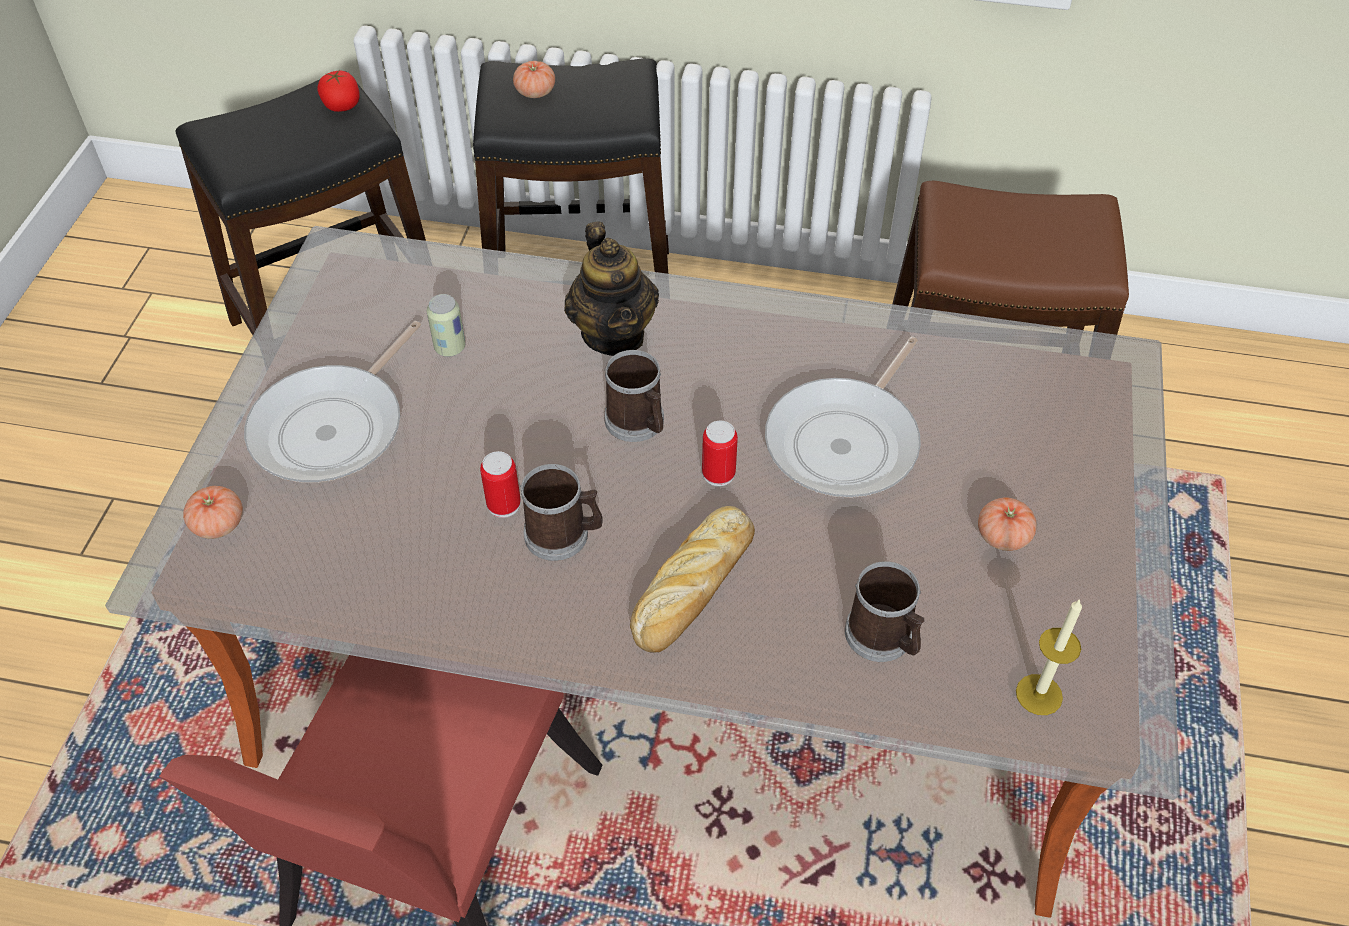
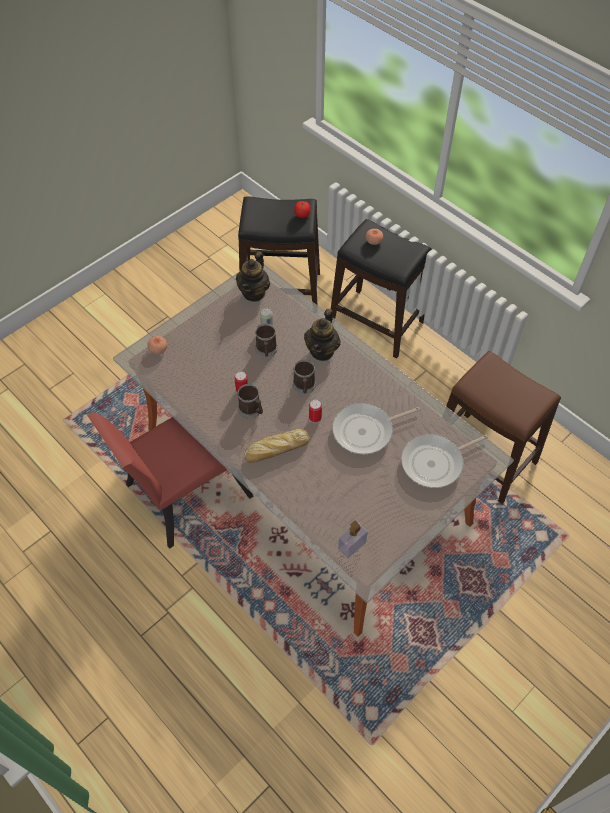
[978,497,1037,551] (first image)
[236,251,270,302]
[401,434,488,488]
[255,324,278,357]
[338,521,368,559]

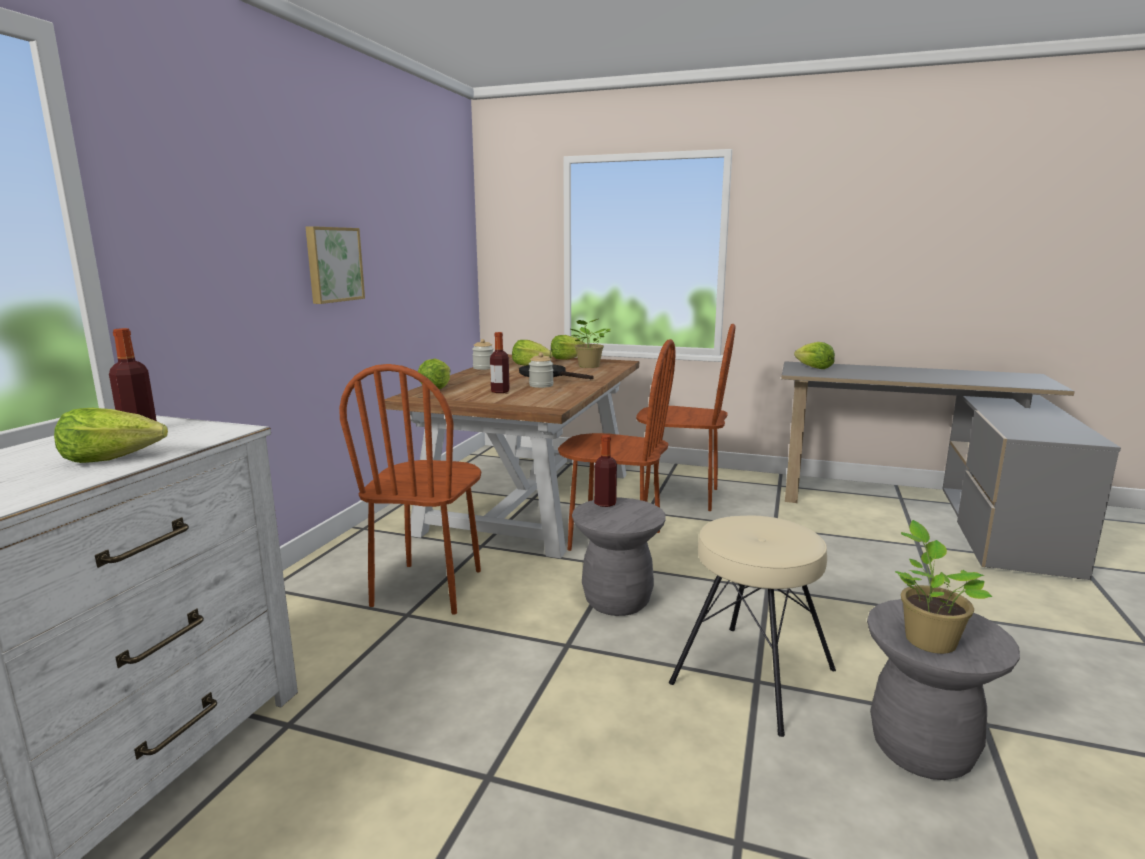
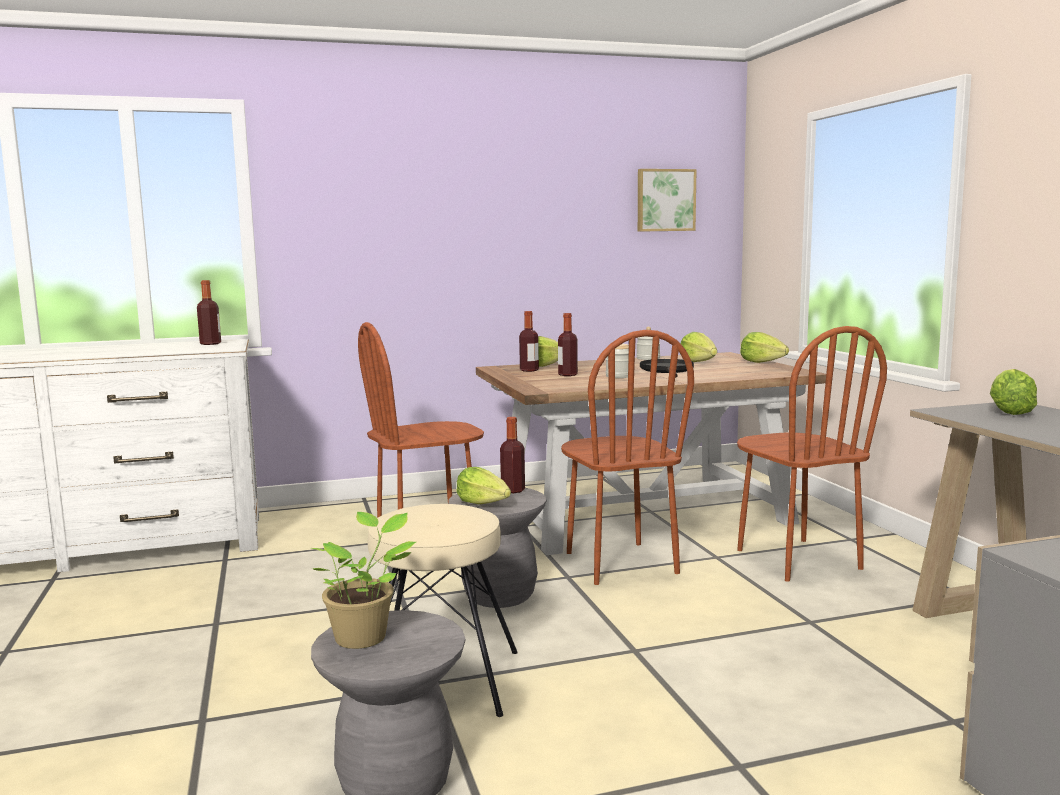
[570,319,611,368] (first image)
[519,311,539,372]
[456,467,511,504]
[638,169,697,232]

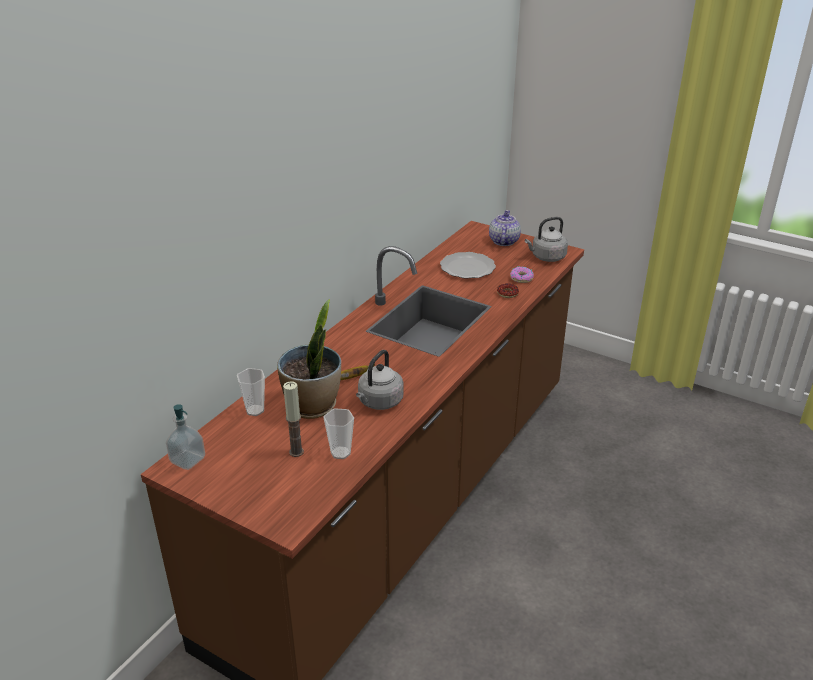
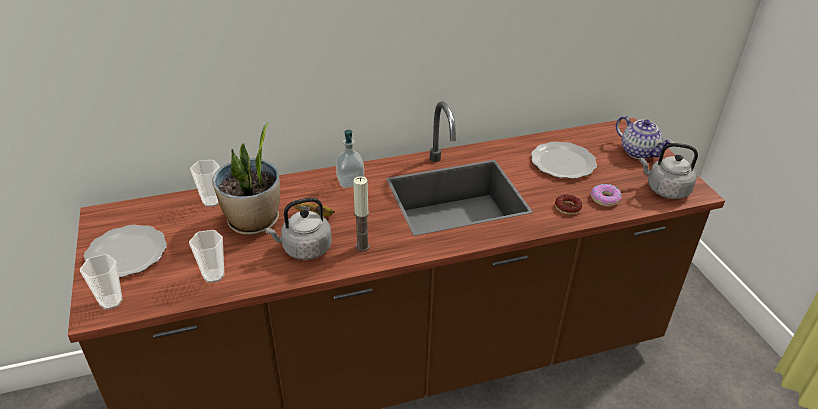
[80,254,123,310]
[84,225,167,278]
[336,130,364,188]
[353,176,370,252]
[616,116,674,159]

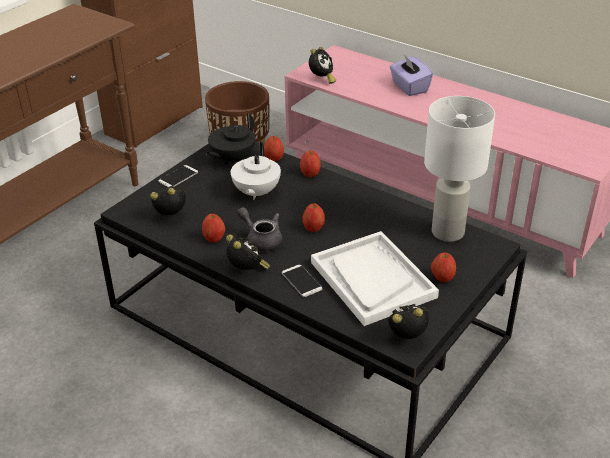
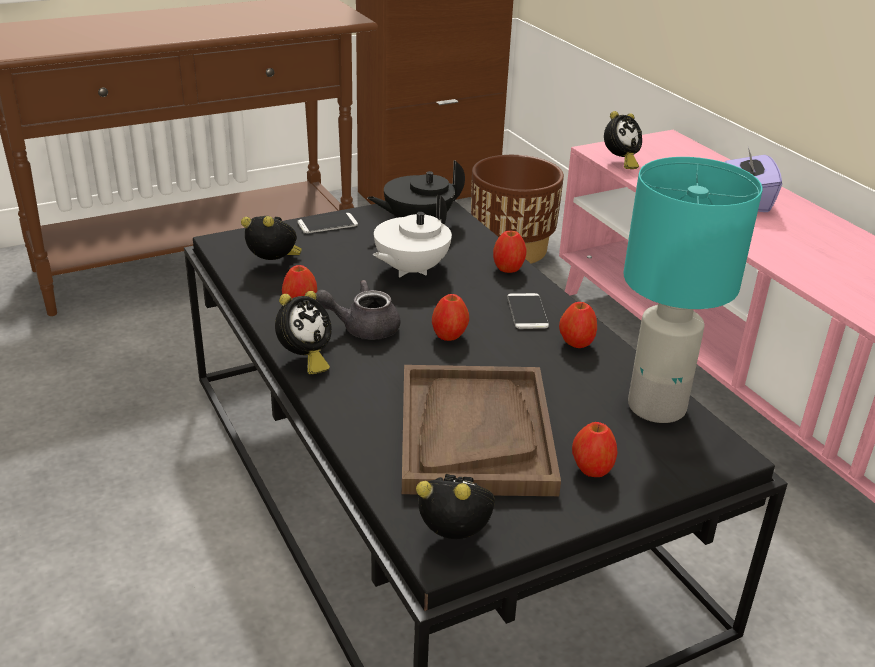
[559,302,597,348]
[507,293,549,329]
[402,365,561,496]
[624,157,763,423]
[275,291,332,374]
[316,280,401,340]

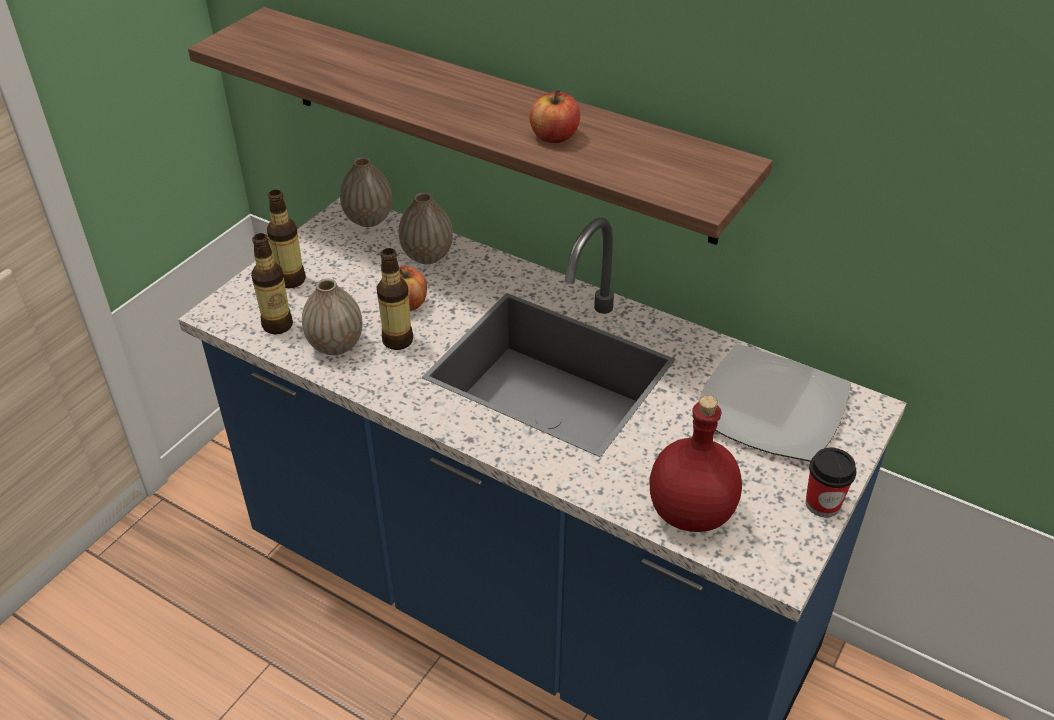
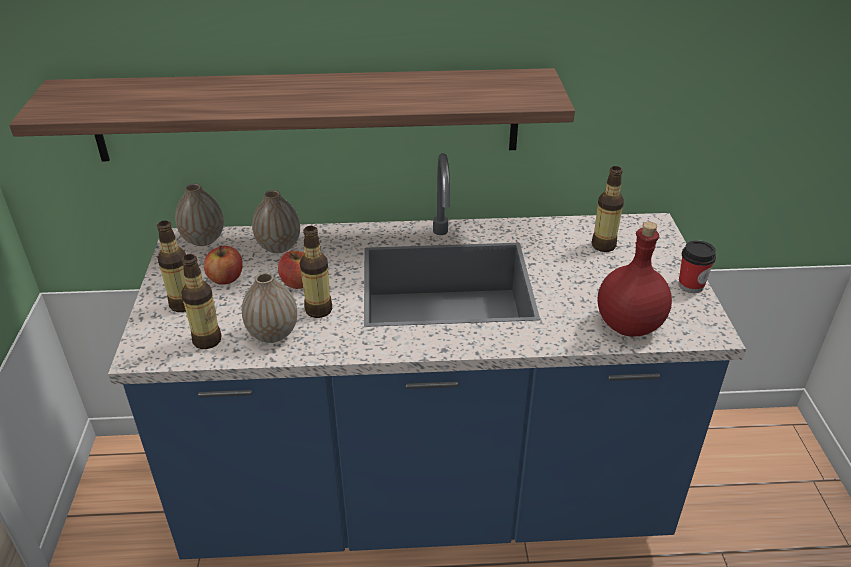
[204,246,243,285]
[591,166,624,252]

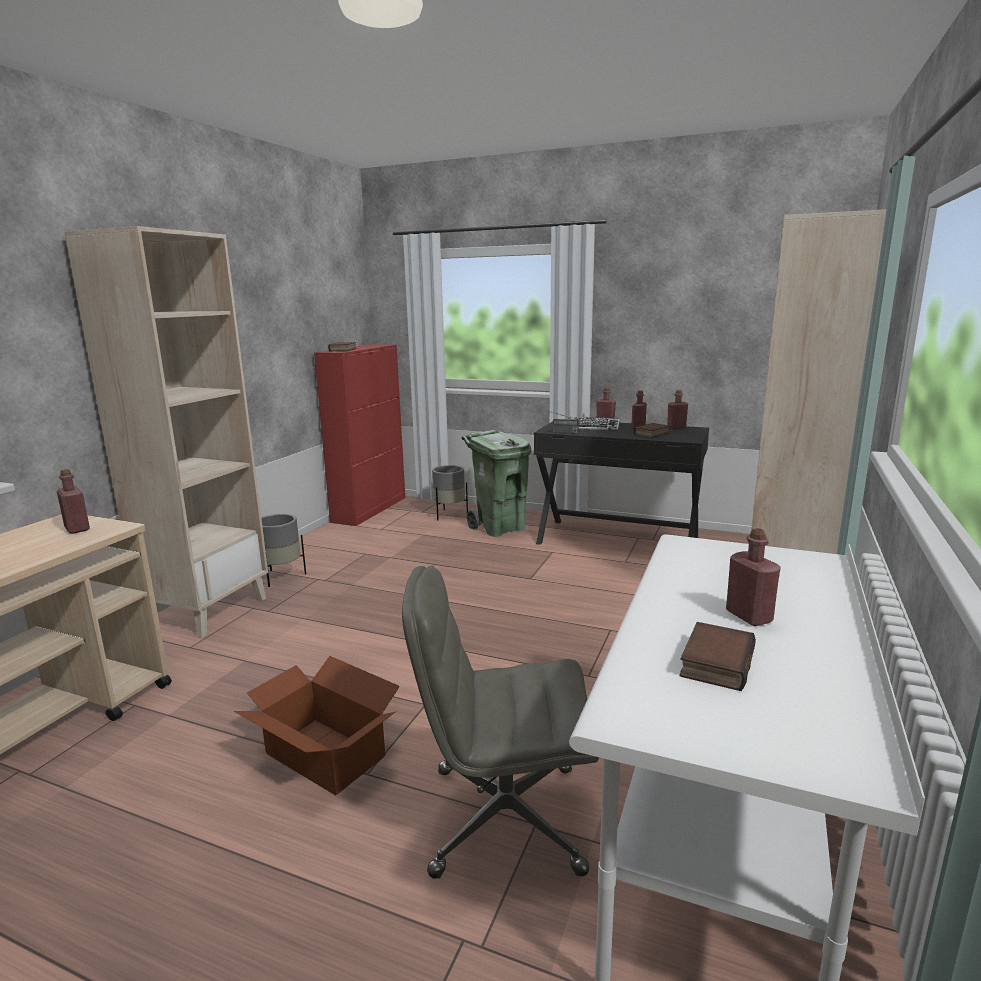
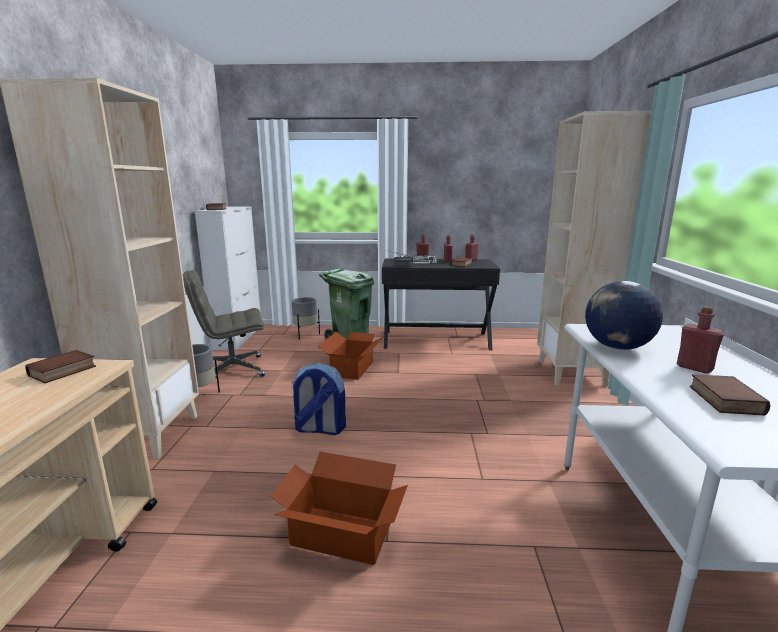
[291,363,346,435]
[318,332,383,380]
[585,281,663,350]
[183,270,265,377]
[25,350,96,383]
[195,206,261,350]

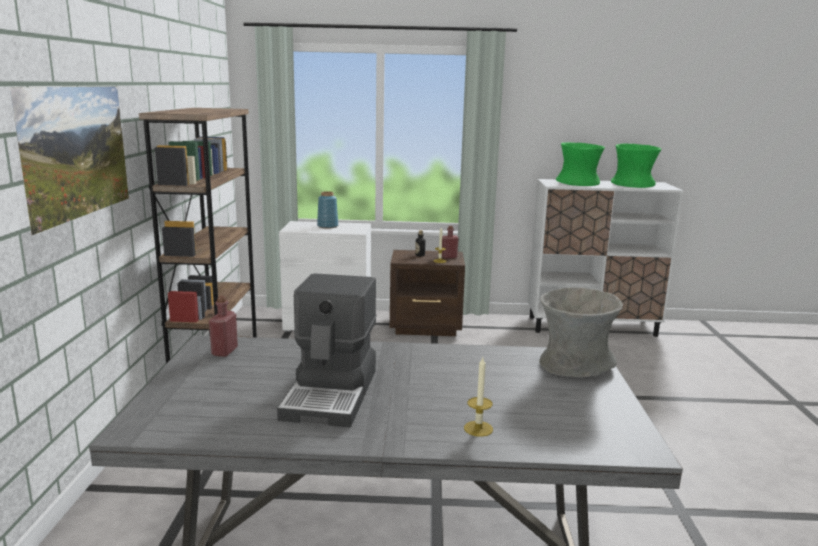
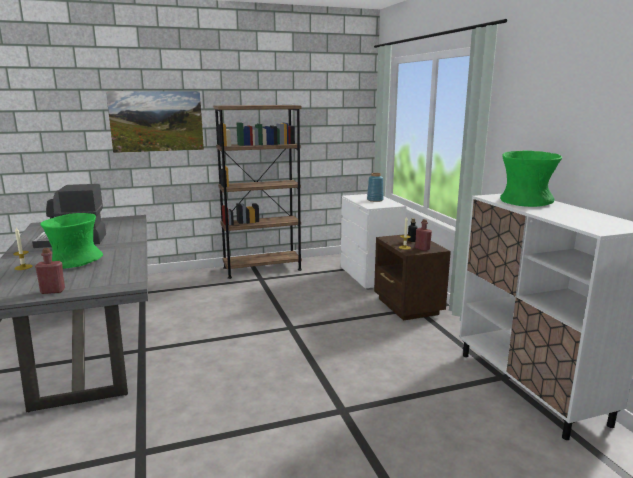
[539,287,623,377] (first image)
[35,248,65,294]
[40,213,103,269]

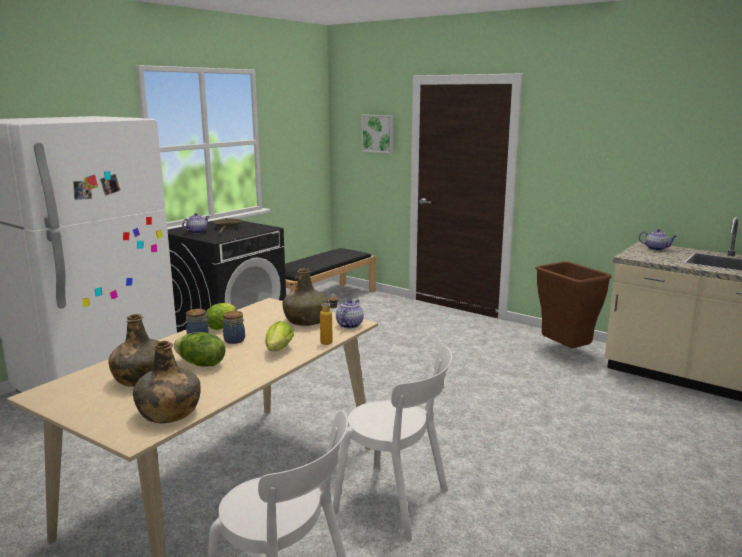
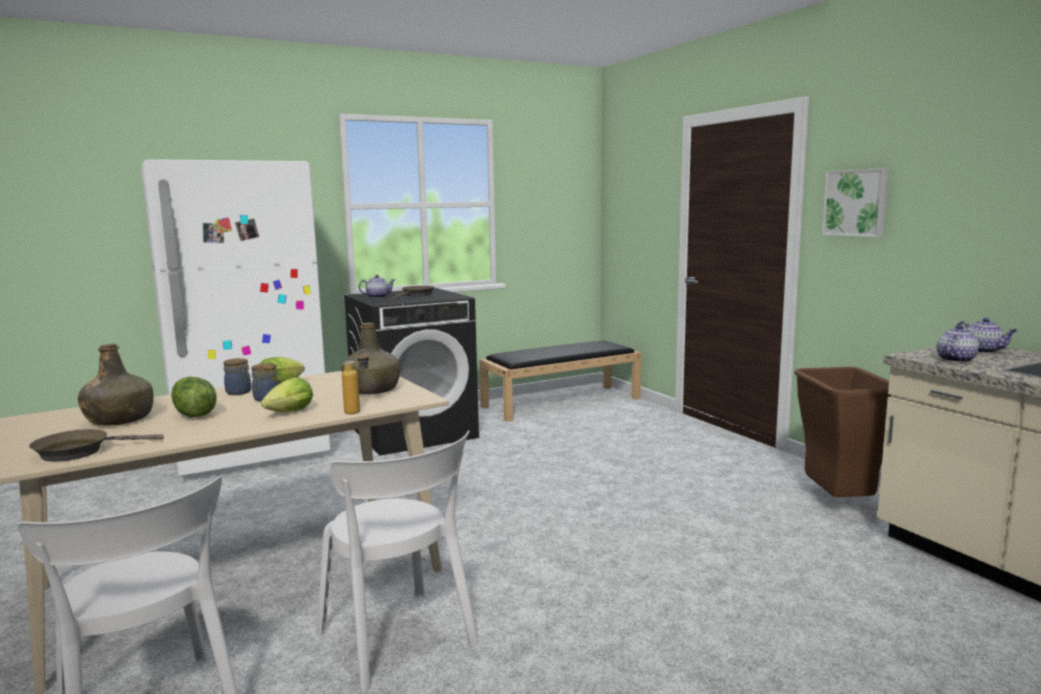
[937,325,979,363]
[822,168,889,237]
[29,429,164,462]

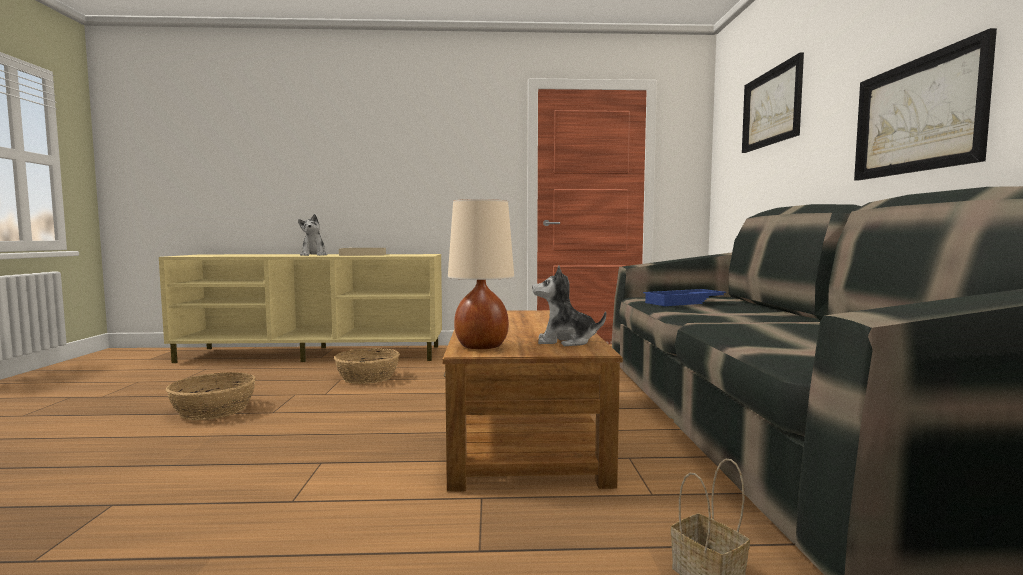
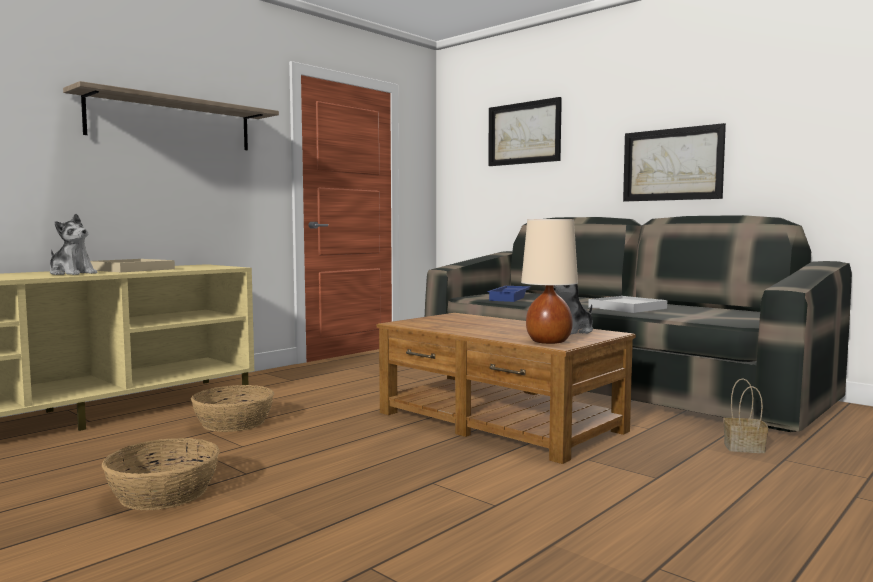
[63,81,279,150]
[588,296,667,313]

